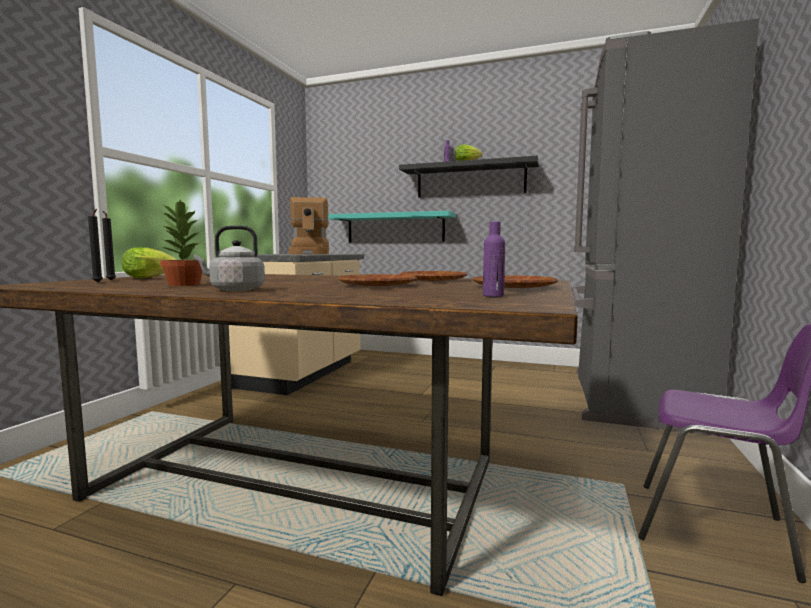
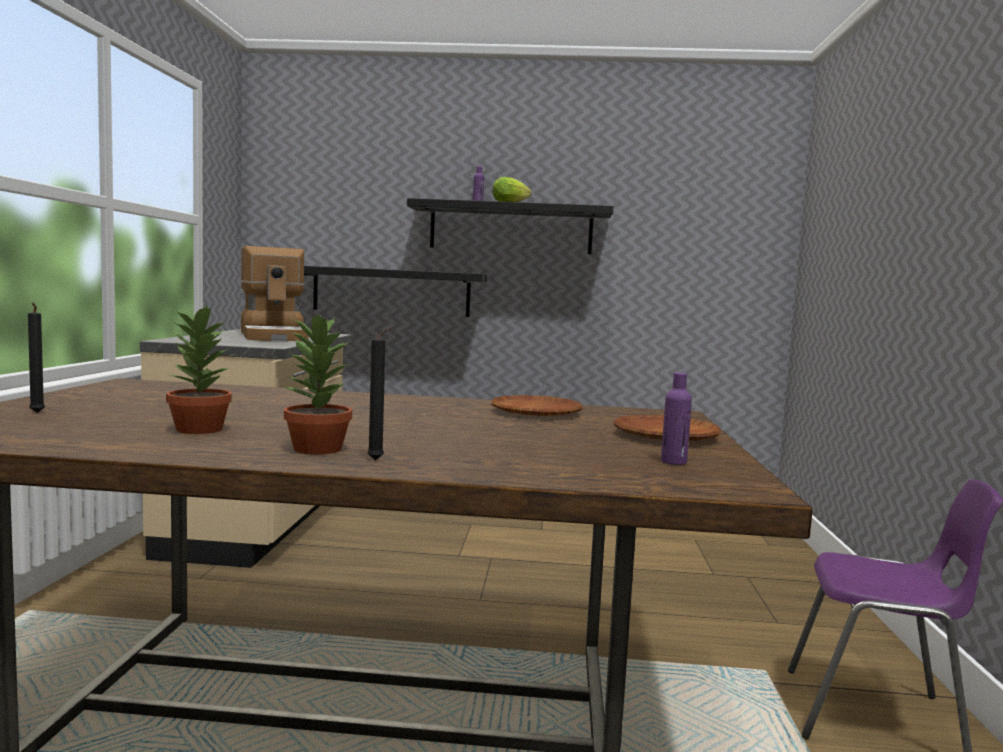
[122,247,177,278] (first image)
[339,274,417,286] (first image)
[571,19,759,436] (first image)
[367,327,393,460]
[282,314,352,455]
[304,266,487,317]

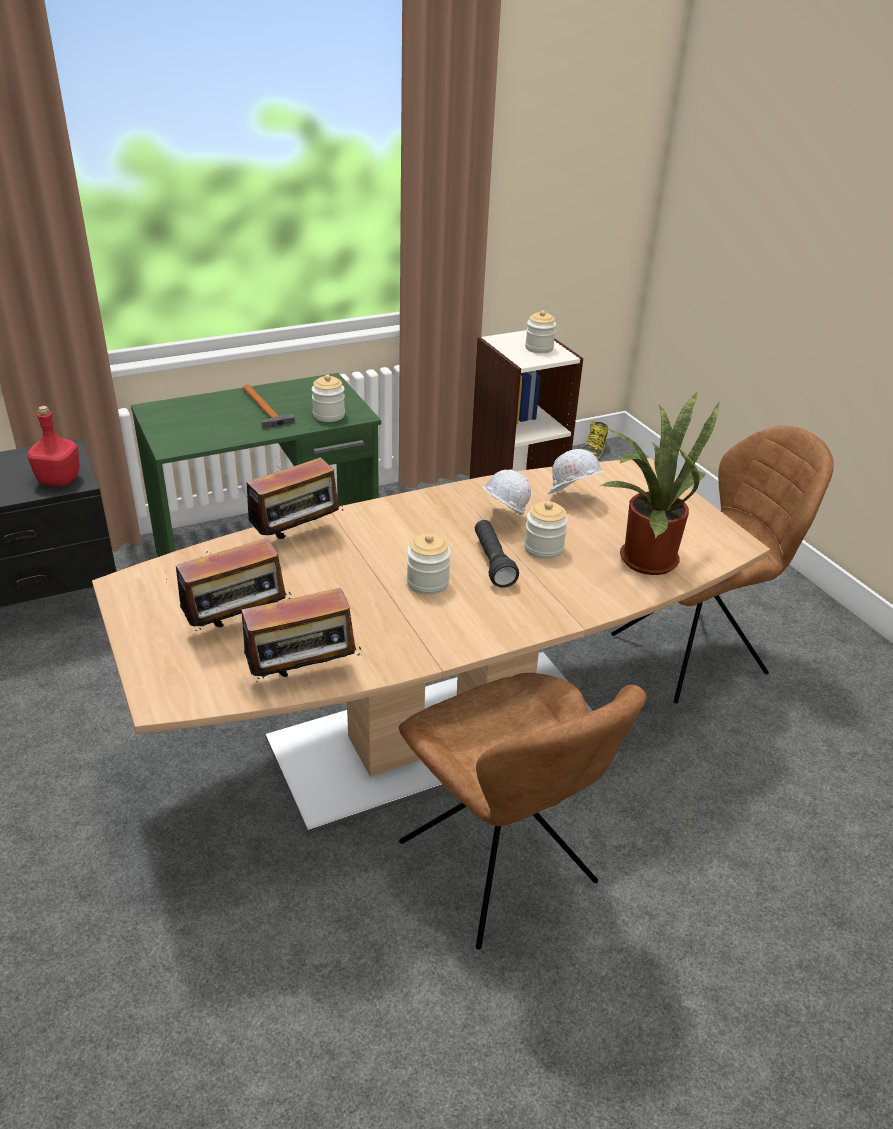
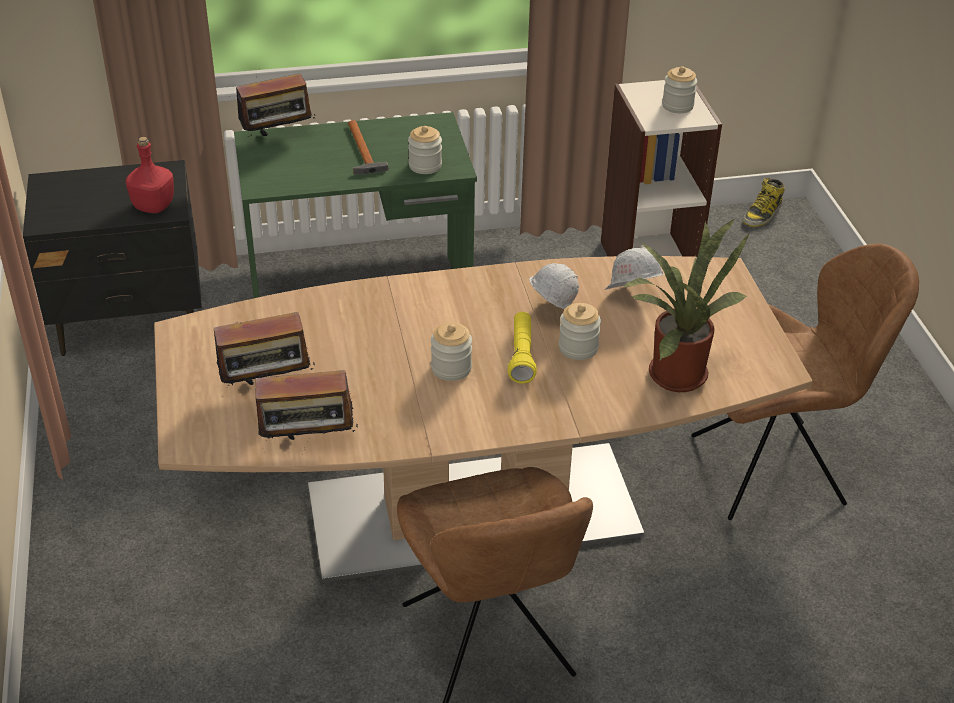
[236,73,315,137]
[508,312,537,384]

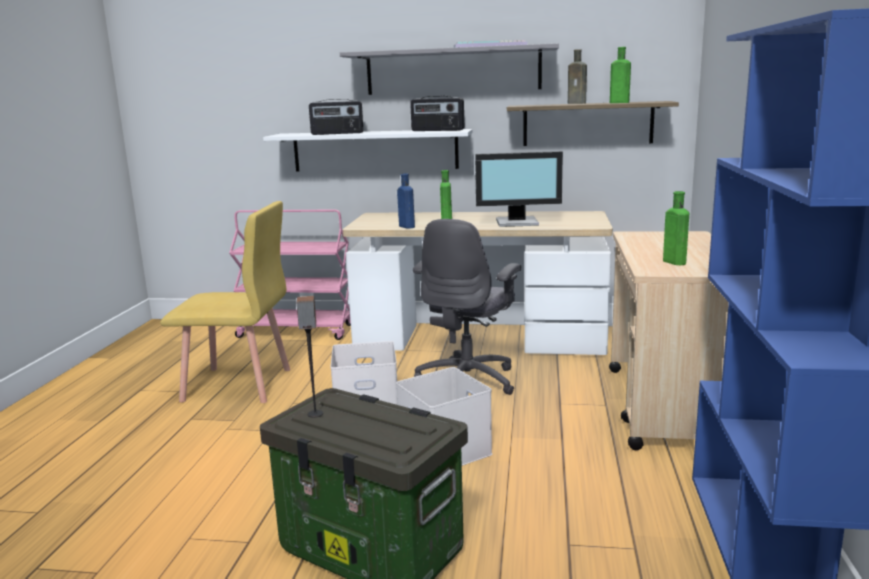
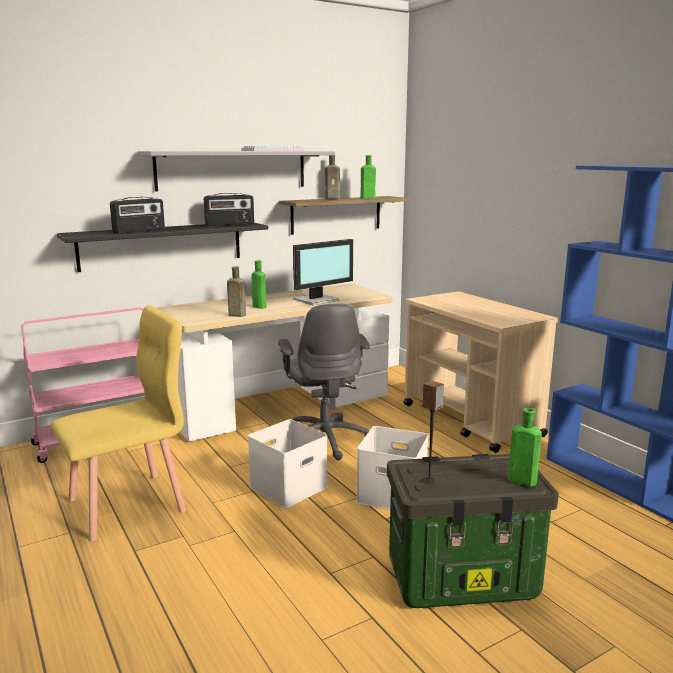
[508,408,542,487]
[57,223,268,272]
[227,266,246,317]

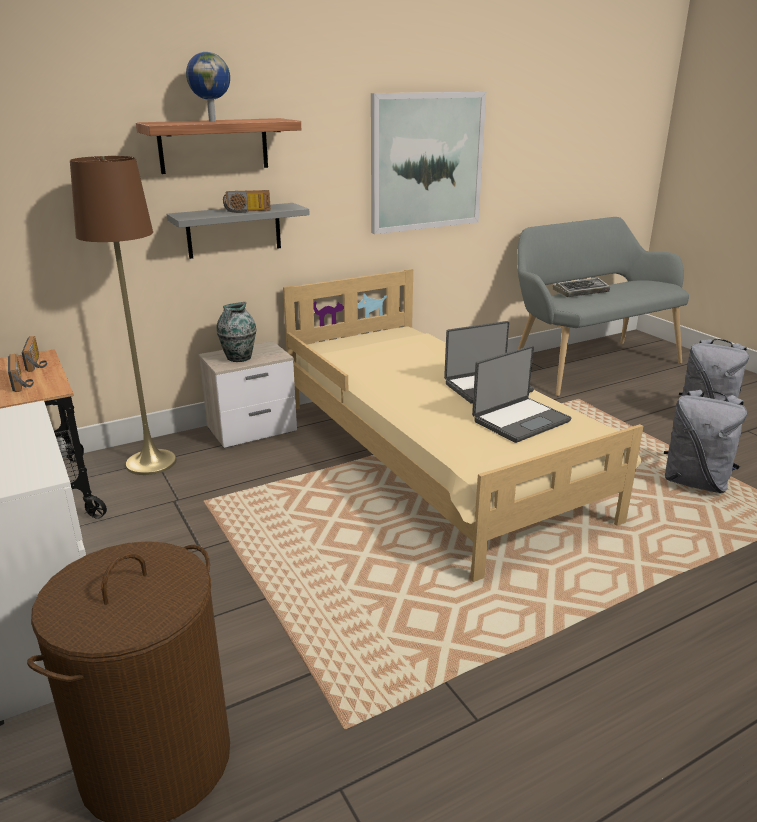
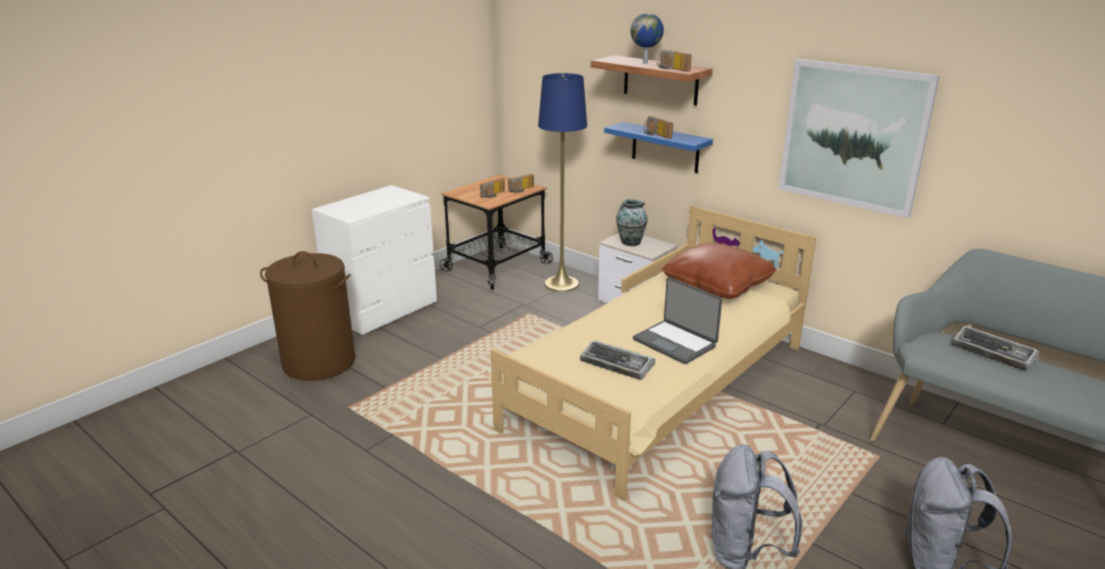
[657,50,692,72]
[661,243,776,299]
[580,340,655,380]
[538,73,587,292]
[604,122,713,173]

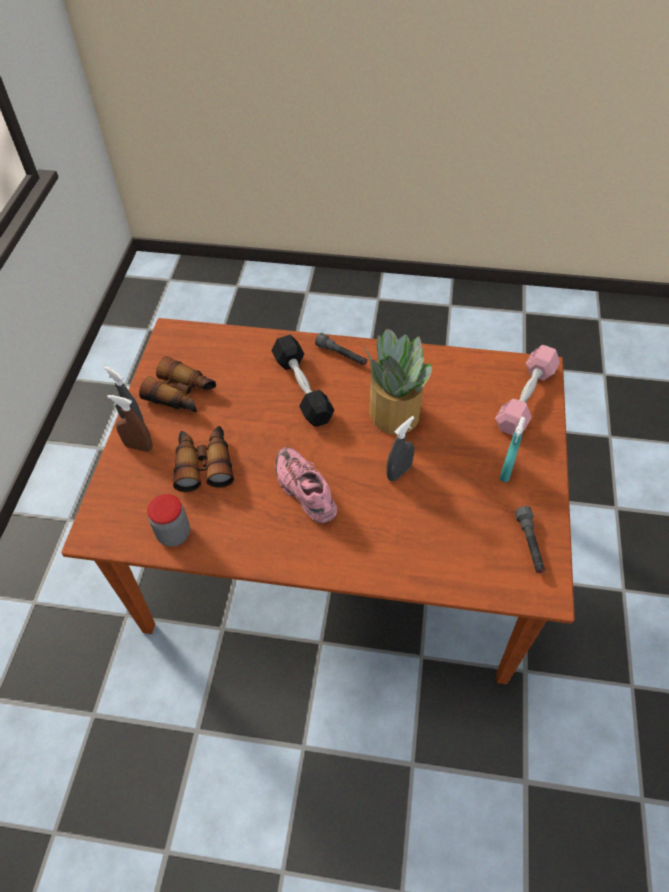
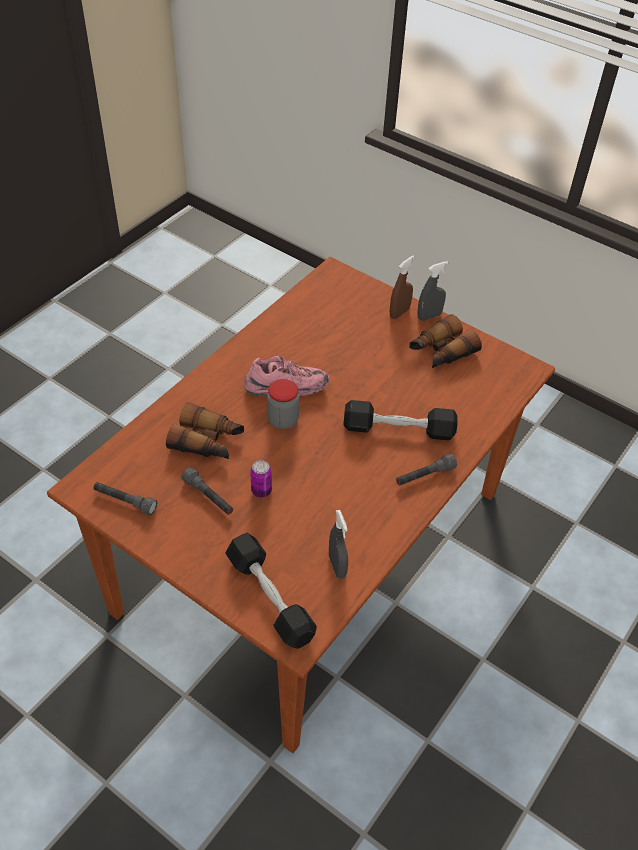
[363,329,432,435] (first image)
[500,416,526,482] (first image)
[181,467,233,515]
[250,460,272,498]
[267,379,299,429]
[166,402,244,459]
[329,510,348,579]
[225,533,317,649]

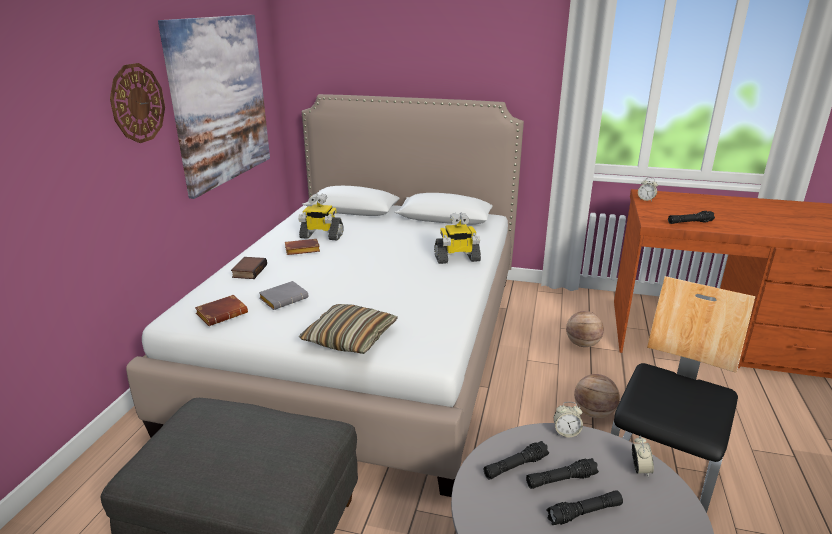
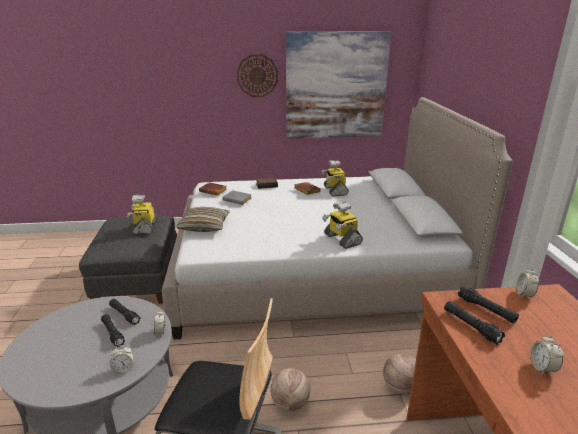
[126,195,158,235]
[530,335,563,375]
[458,285,519,324]

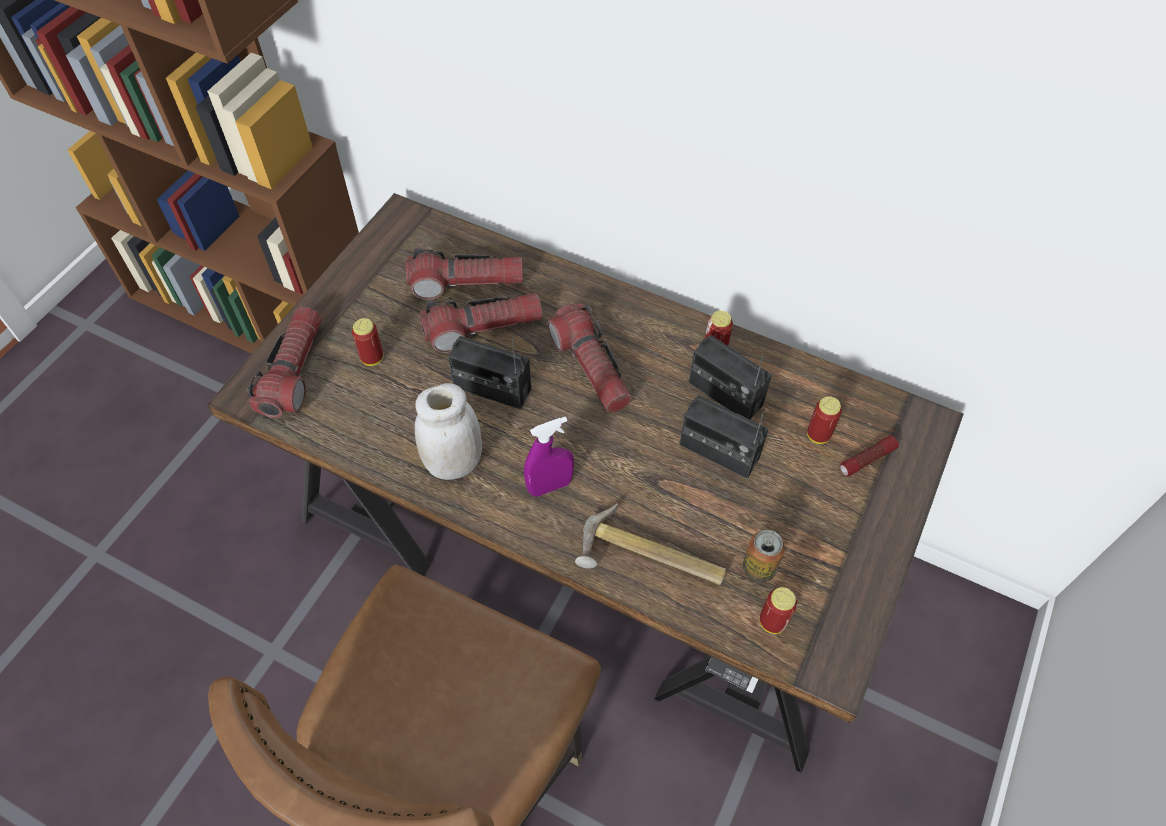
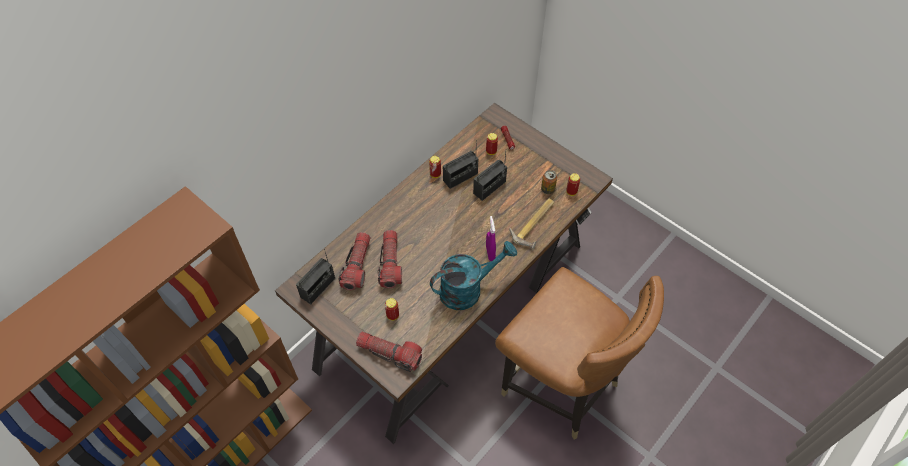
[547,304,632,413] (first image)
[296,249,335,305]
[430,241,517,310]

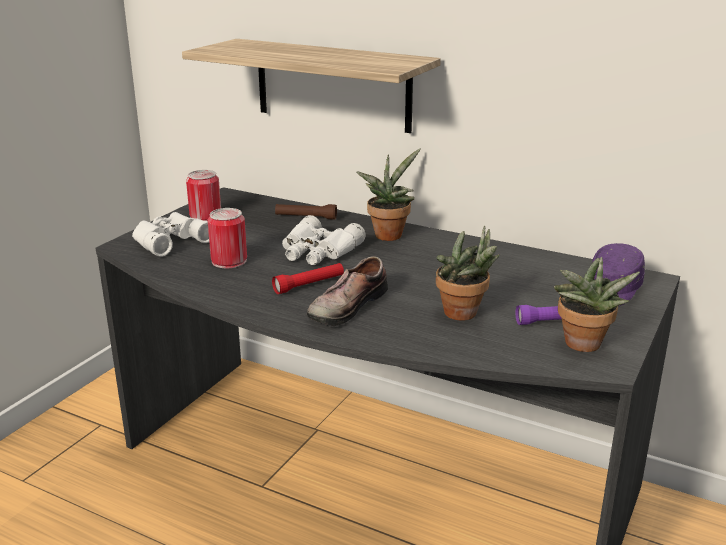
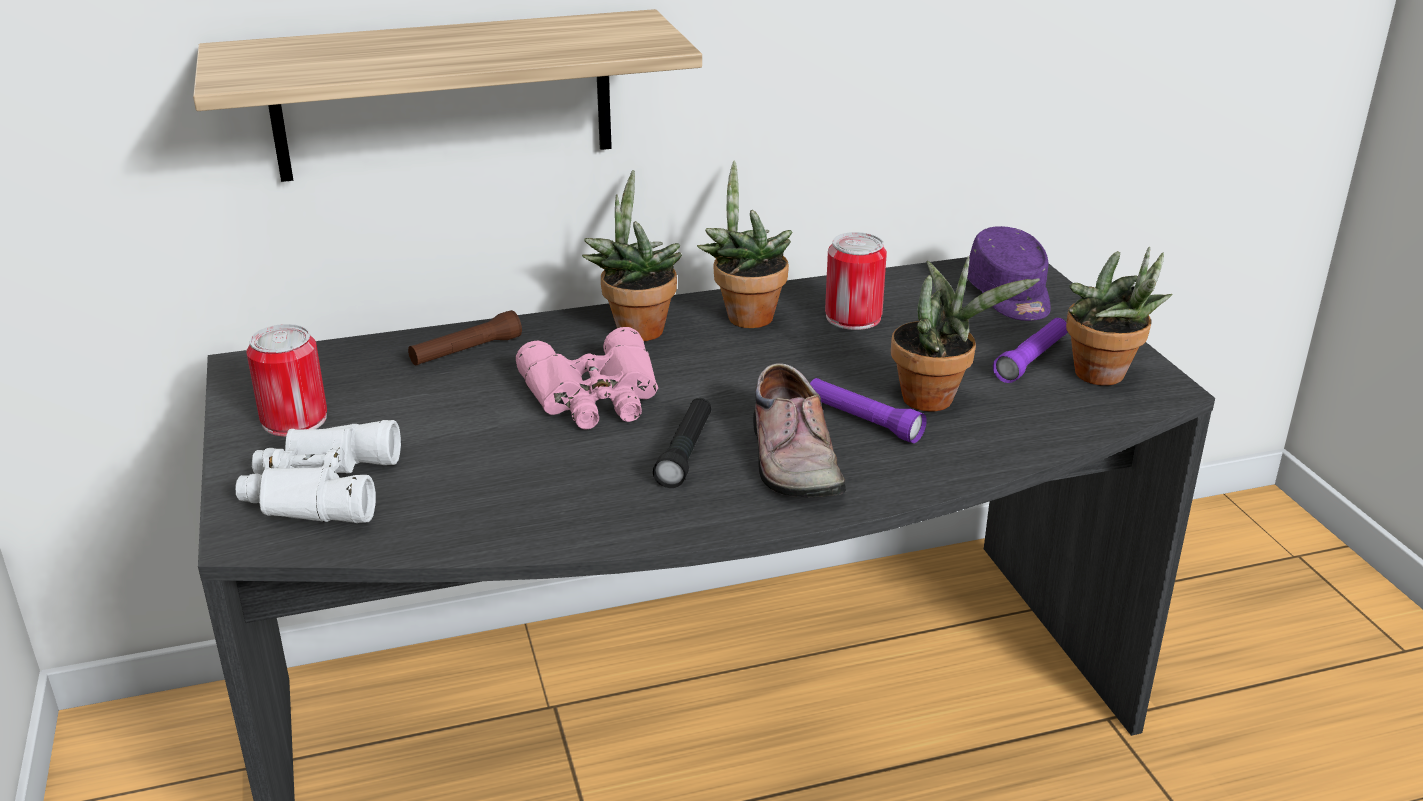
[697,160,792,328]
[810,378,927,443]
[825,232,887,330]
[653,398,712,488]
[516,327,658,429]

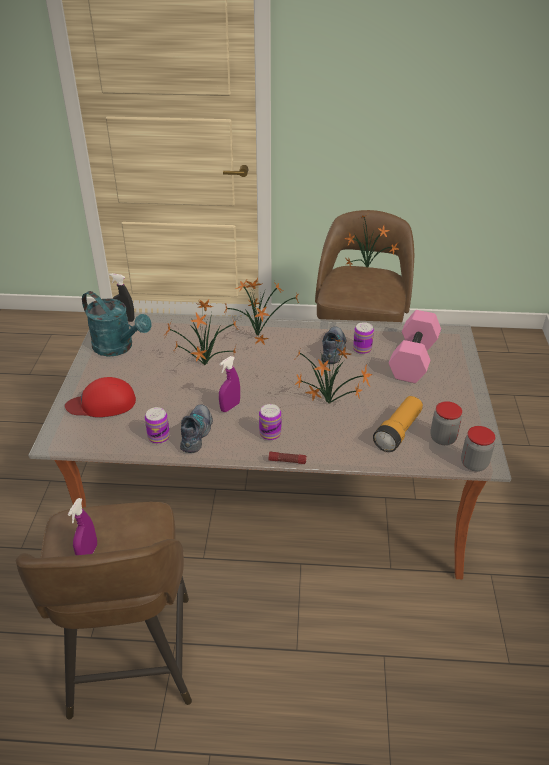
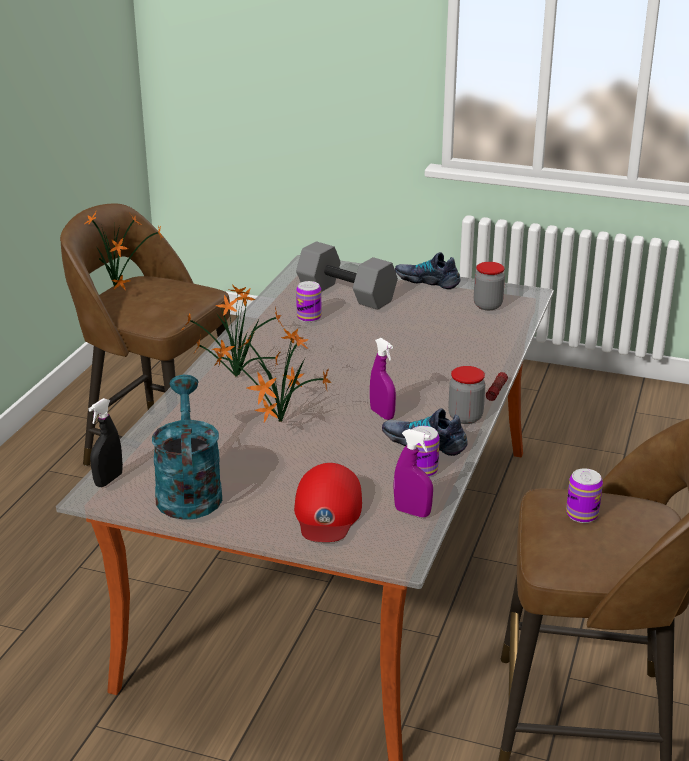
[294,338,373,404] (first image)
[373,396,423,452] (first image)
[393,429,433,517]
[566,469,603,523]
[395,252,460,289]
[448,366,485,424]
[296,241,398,310]
[152,375,222,520]

